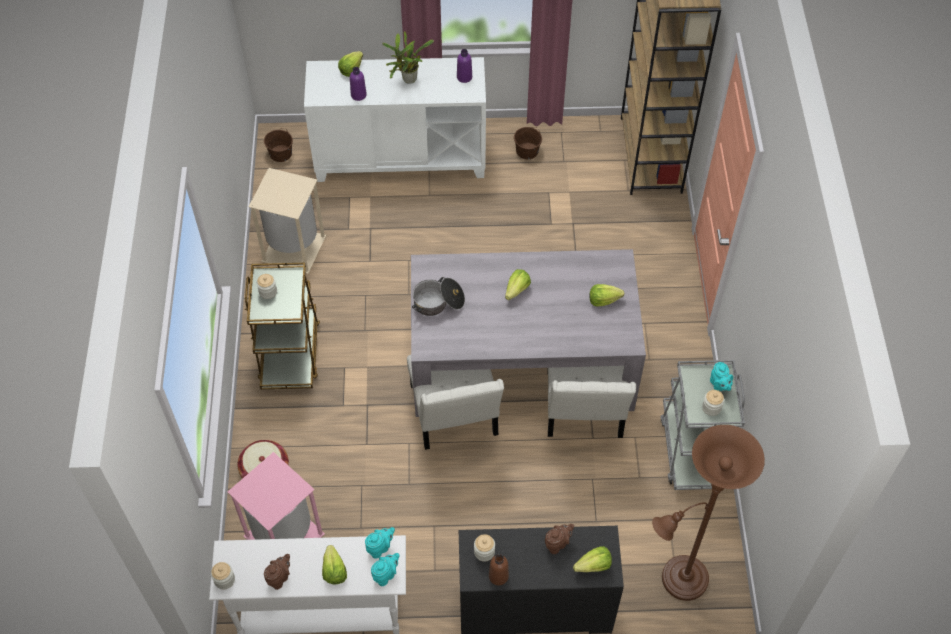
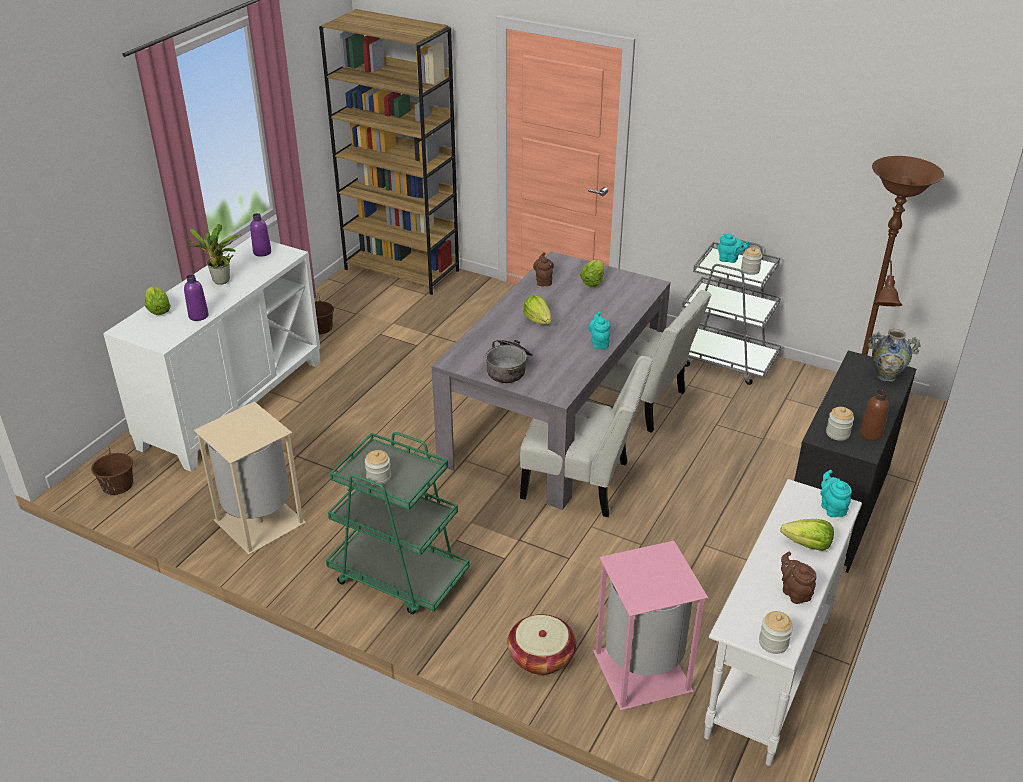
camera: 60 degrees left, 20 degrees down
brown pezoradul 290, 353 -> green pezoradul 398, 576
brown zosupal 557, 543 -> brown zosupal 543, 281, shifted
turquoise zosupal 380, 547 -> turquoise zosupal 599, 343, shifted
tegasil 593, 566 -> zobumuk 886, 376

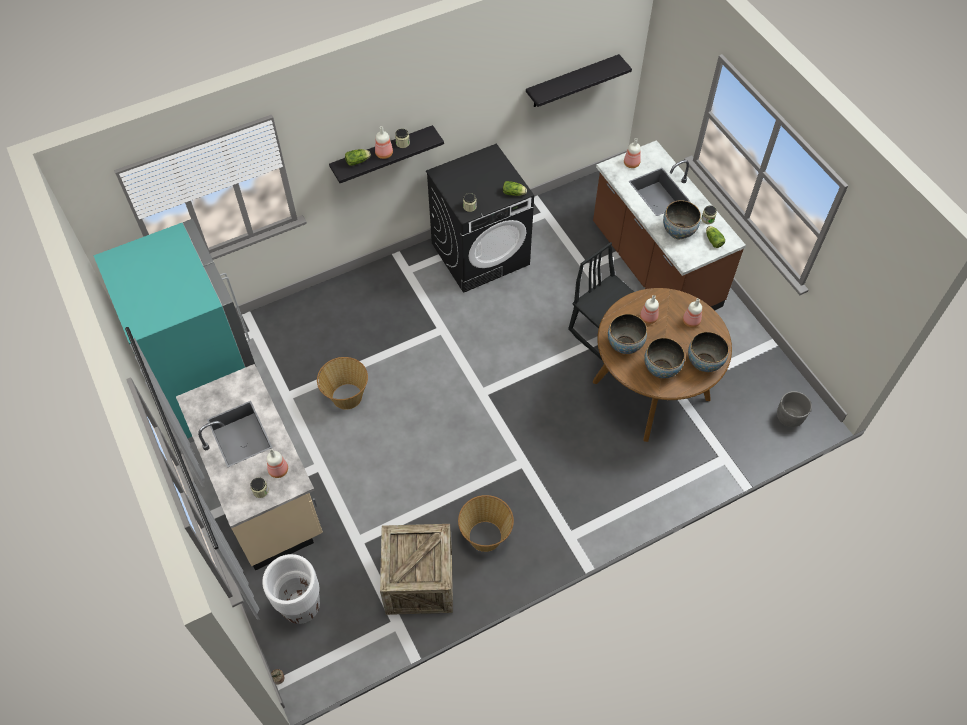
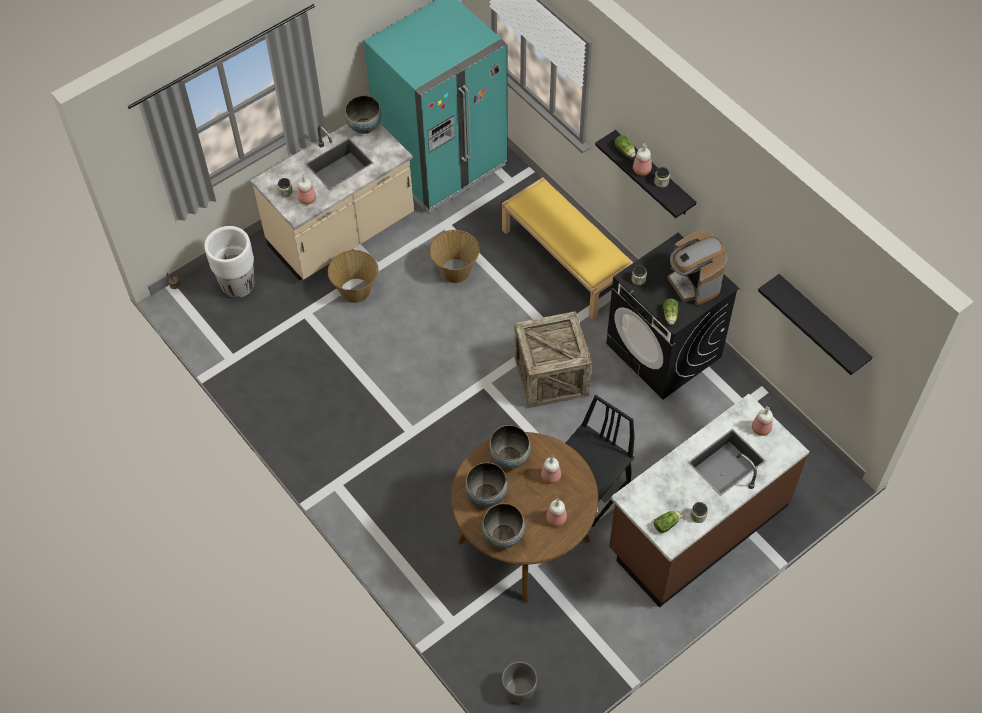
camera: 80 degrees right, 0 degrees up
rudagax 485, 535 -> rudagax 356, 290, shifted
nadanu 678, 232 -> nadanu 364, 127, shifted
none -> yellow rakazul 567, 261
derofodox 419, 581 -> derofodox 551, 376, shifted
none -> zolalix 693, 283

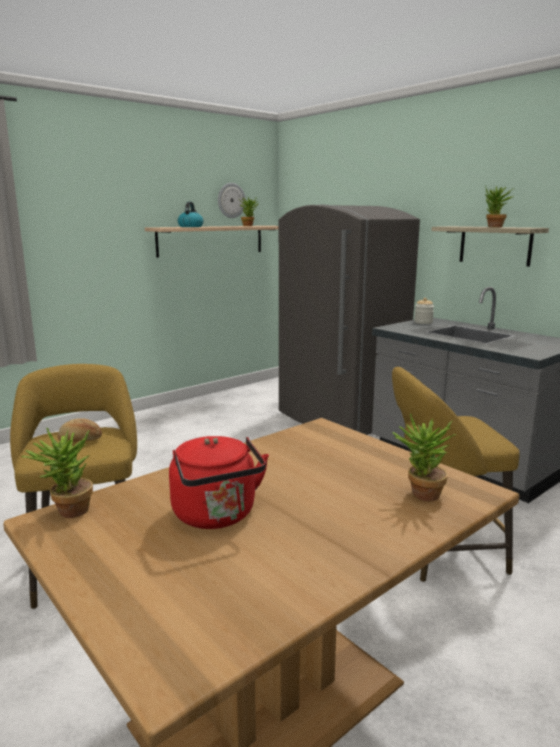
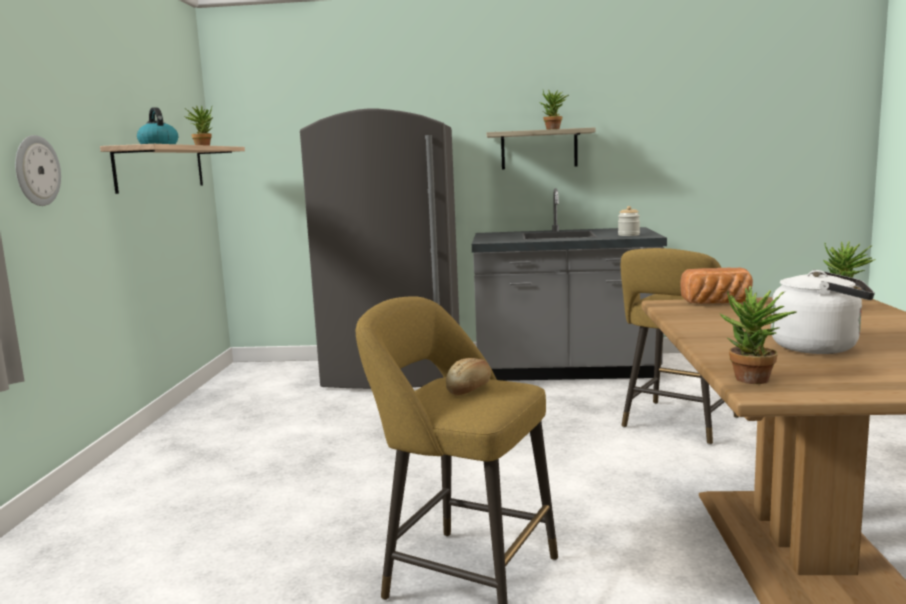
camera: 45 degrees left, 5 degrees down
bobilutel 231, 200 -> bobilutel 36, 171, shifted
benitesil 423, 322 -> benitesil 628, 235, shifted
none -> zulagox 717, 304
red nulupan 217, 516 -> white nulupan 820, 347

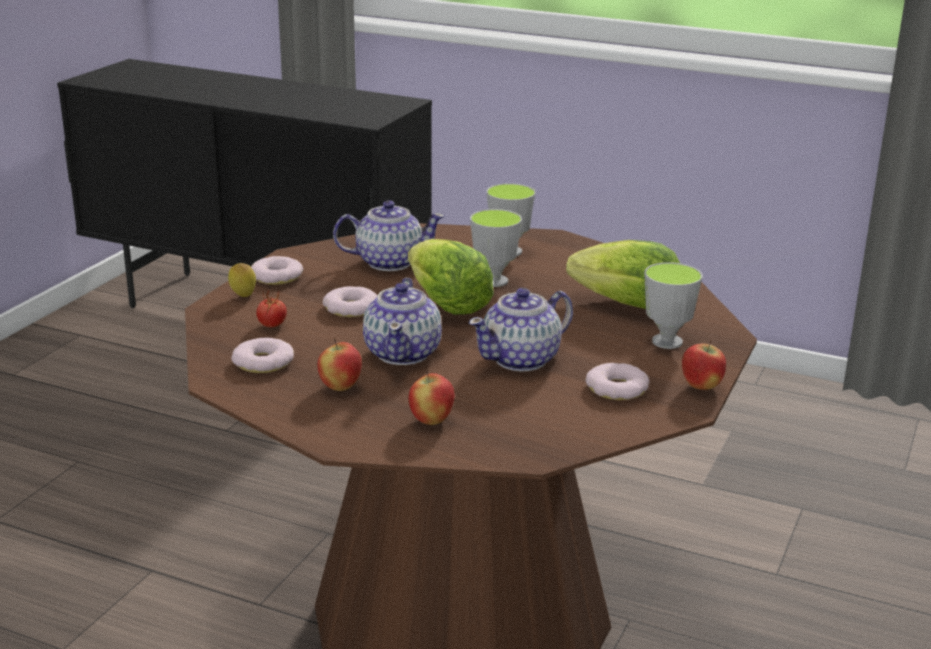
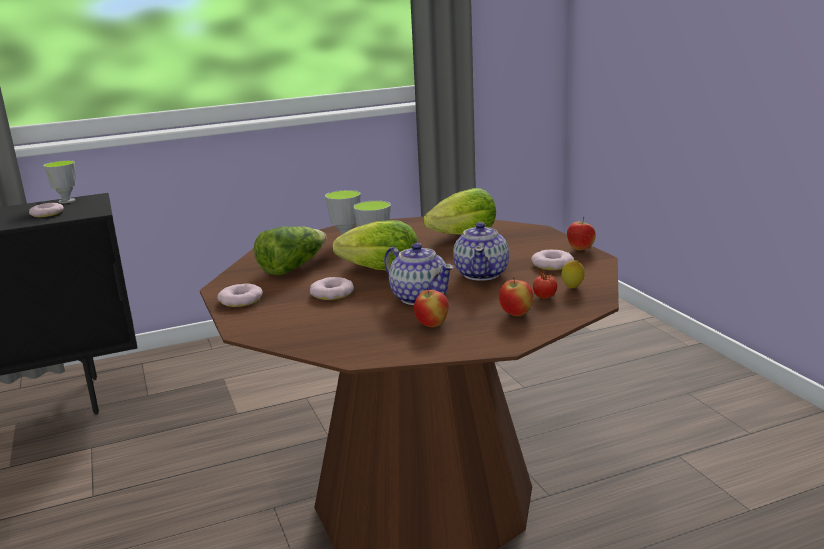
camera: 45 degrees left, 5 degrees down
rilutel 263, 362 -> rilutel 47, 214, shifted
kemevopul 667, 342 -> kemevopul 67, 201, shifted
zosupal 388, 262 -> tegasil 292, 268
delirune 272, 325 -> delirune 545, 297, shifted
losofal 243, 297 -> losofal 572, 288, shifted

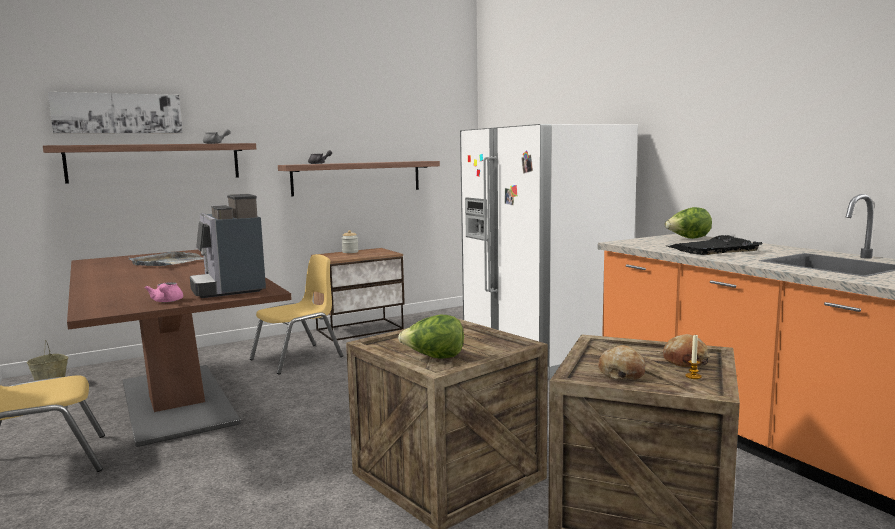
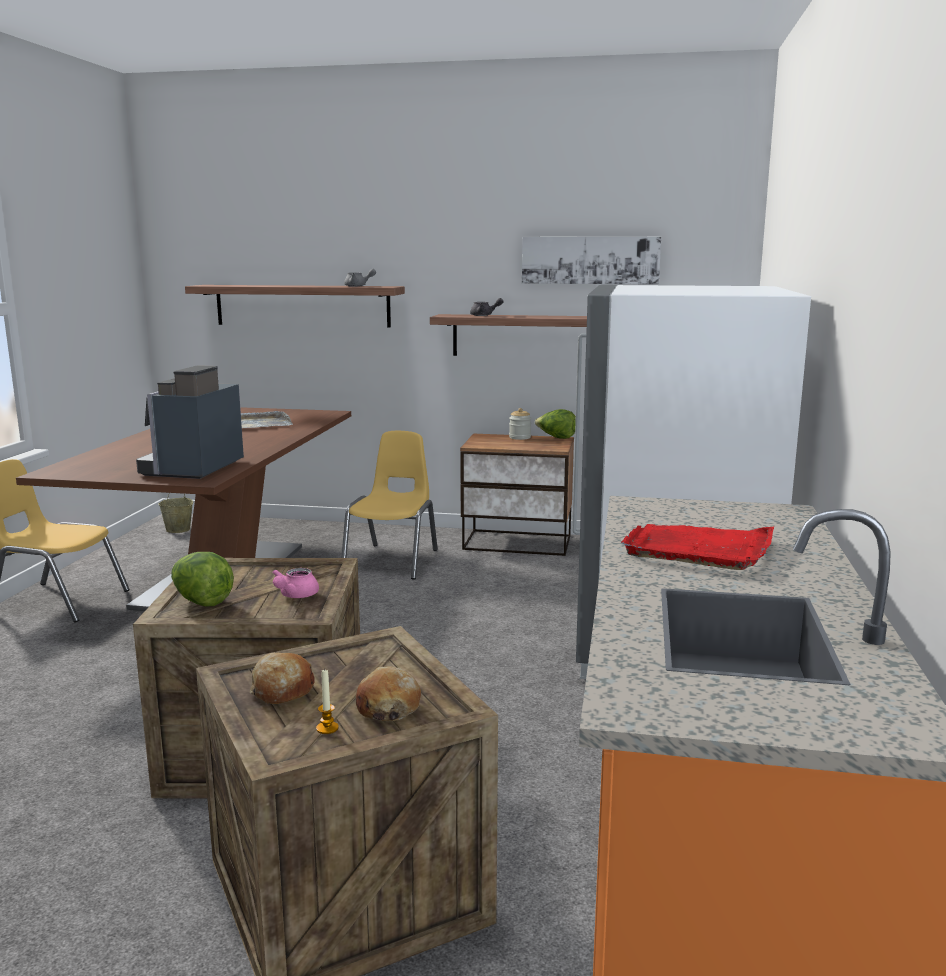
camera: 40 degrees right, 5 degrees up
pink zosupal 167, 301 -> pink zosupal 295, 595, shifted
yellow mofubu 298, 358 -> yellow mofubu 392, 561, 75 degrees counterclockwise
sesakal 118, 113 -> sesakal 590, 260, shifted
tegasil 688, 238 -> tegasil 556, 438, shifted
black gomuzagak 713, 249 -> red gomuzagak 699, 549

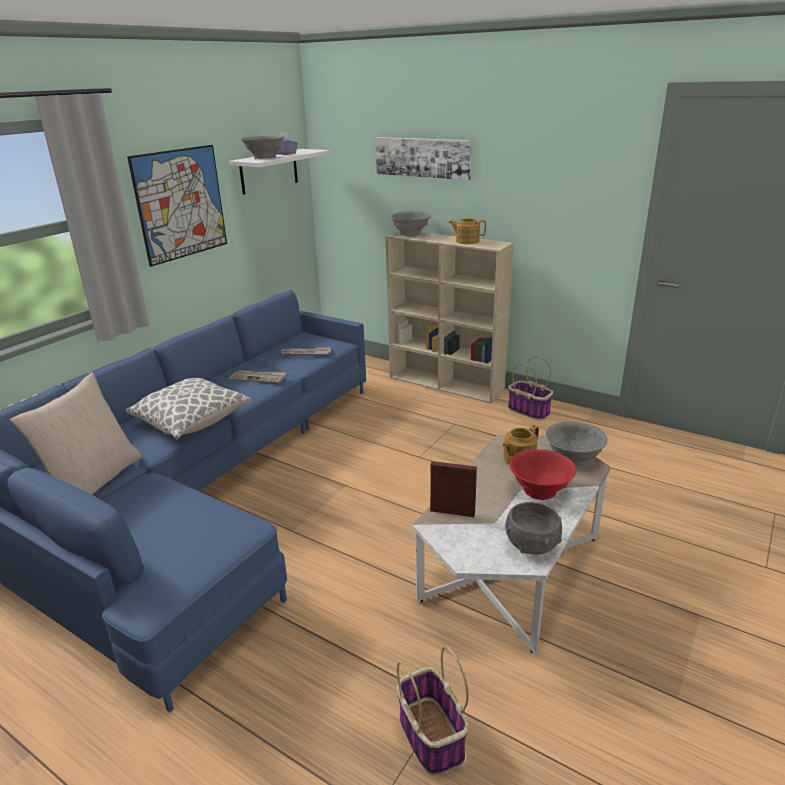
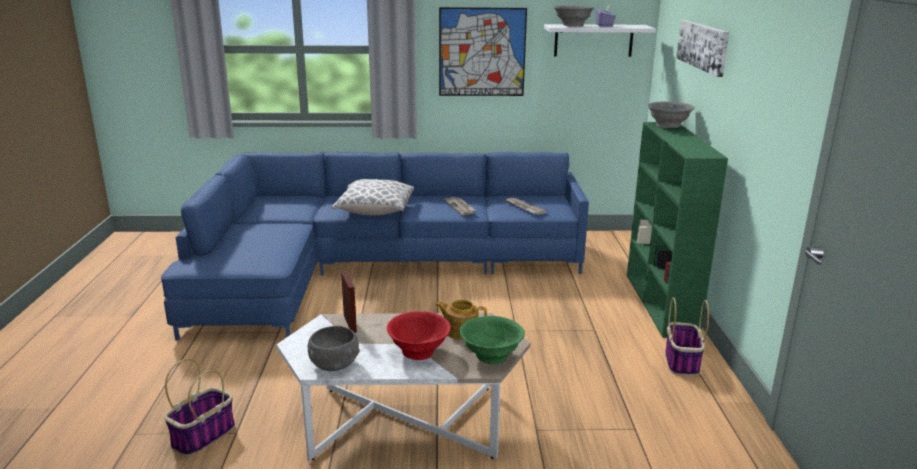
camera: 55 degrees right, 5 degrees down
grey nadanu 573, 459 -> green nadanu 491, 356
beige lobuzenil 446, 384 -> green lobuzenil 661, 304
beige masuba 94, 481 -> none
zosupal 467, 241 -> none

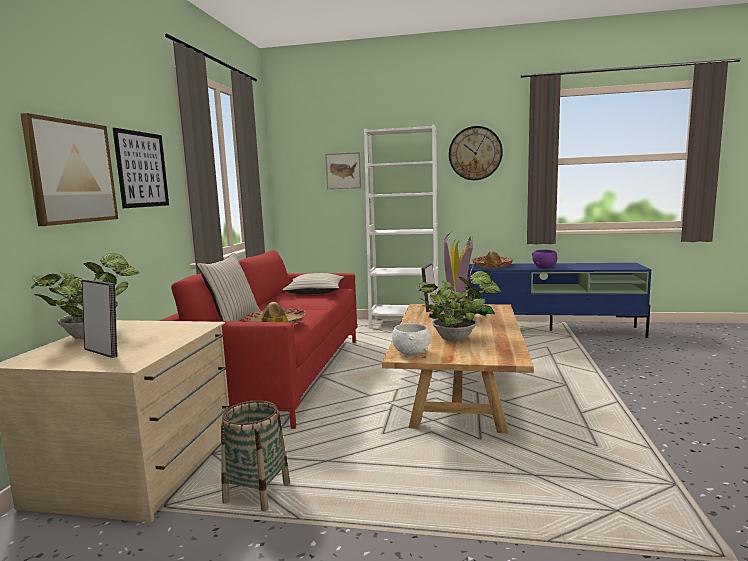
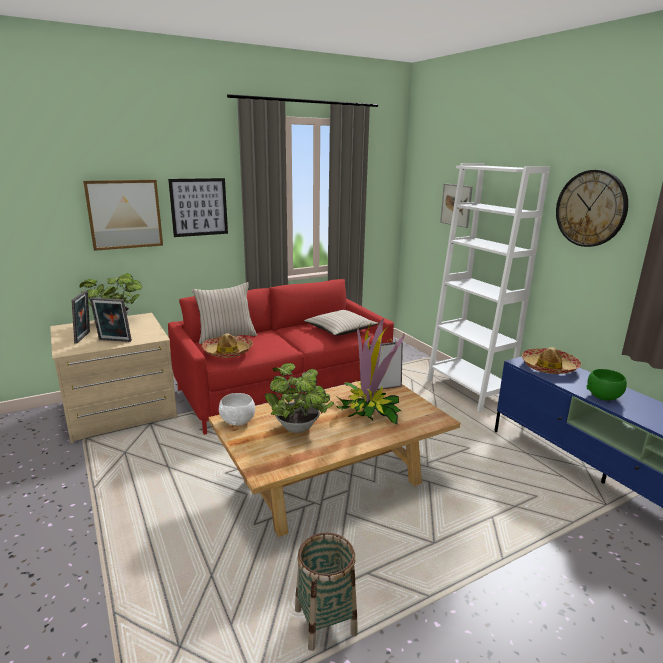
camera: 50 degrees right, 10 degrees up
none -> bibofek 114, 341
rudagax 257, 493 -> rudagax 325, 622, shifted
purple nadanu 545, 267 -> green nadanu 603, 397

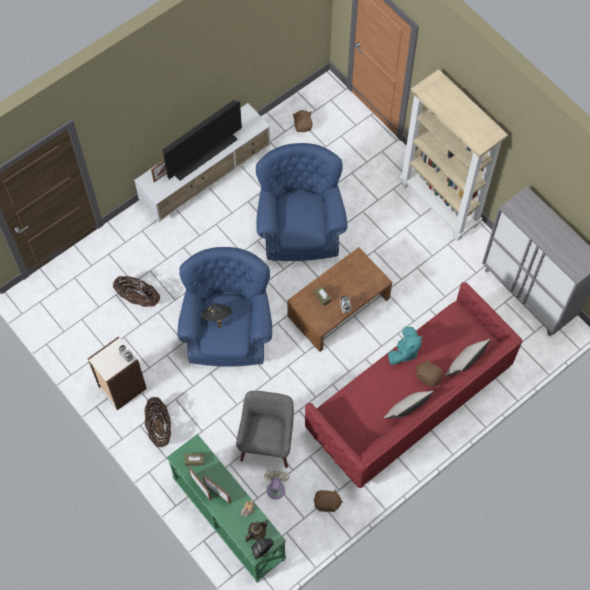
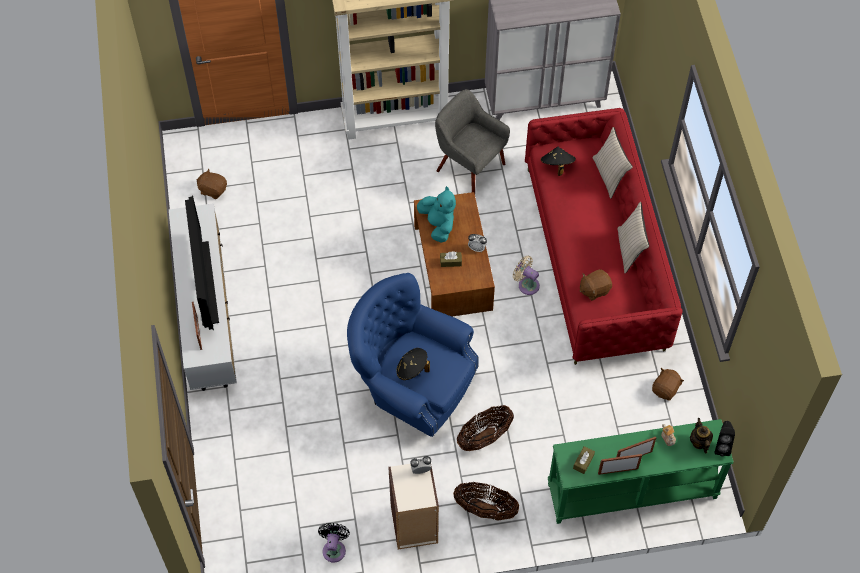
camera: 60 degrees left, 5 degrees down
none -> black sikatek 334, 548
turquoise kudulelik 404, 352 -> turquoise kudulelik 438, 224, shifted
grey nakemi 267, 442 -> grey nakemi 469, 167, shifted
rudagax 138, 298 -> rudagax 484, 437, shifted
beige sikatek 276, 488 -> beige sikatek 526, 284, shifted
none -> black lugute 557, 166
brown kudulelik 428, 376 -> brown kudulelik 594, 289, shifted
blue nakemi 300, 229 -> none

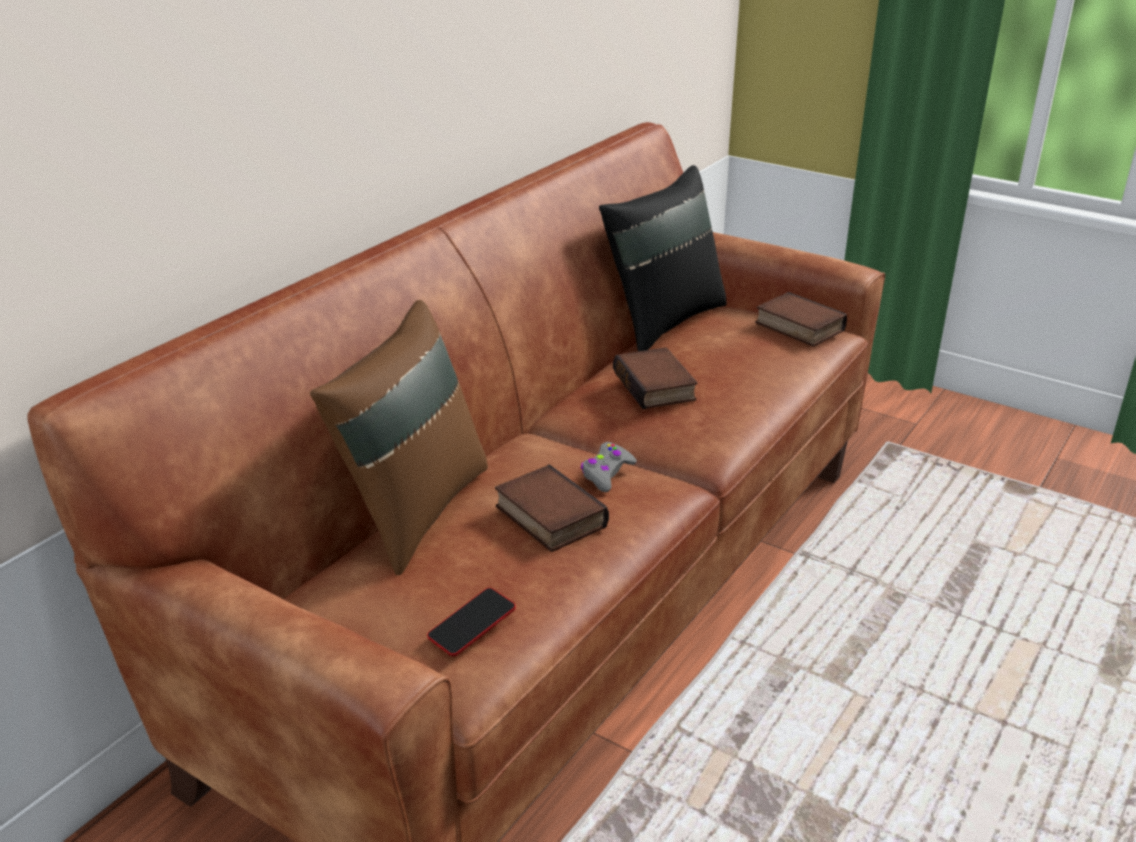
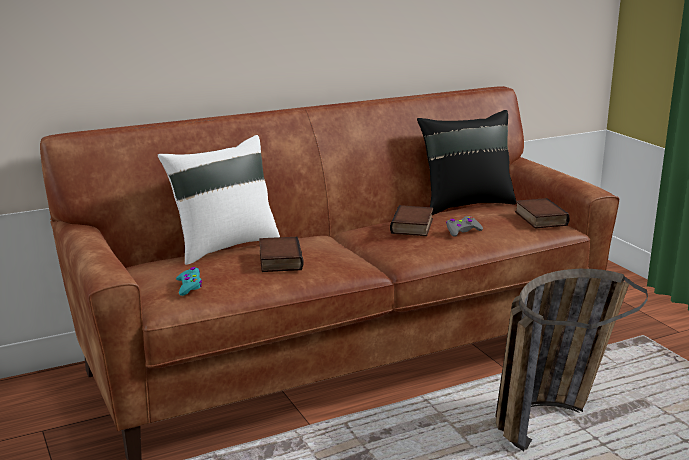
camera: 30 degrees right, 10 degrees down
brown masuba 413, 511 -> white masuba 224, 246
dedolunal 472, 627 -> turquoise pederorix 189, 286
grey pederorix 606, 473 -> grey pederorix 462, 231, shifted
none -> rudagax 553, 417

